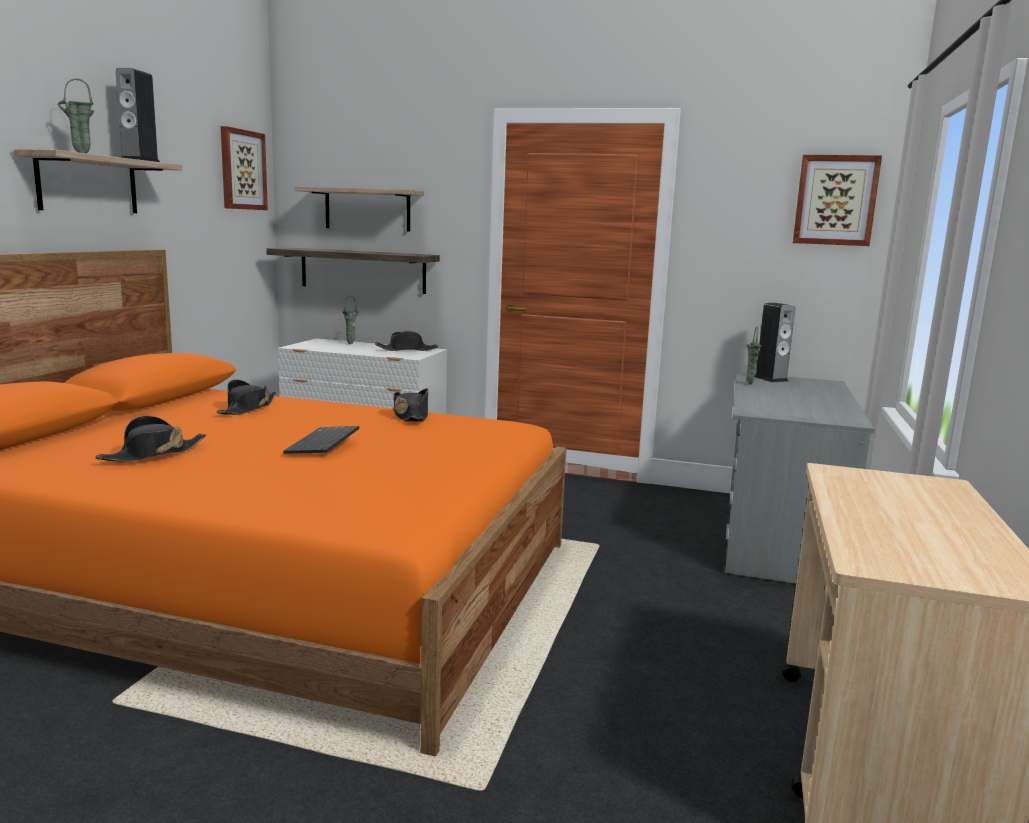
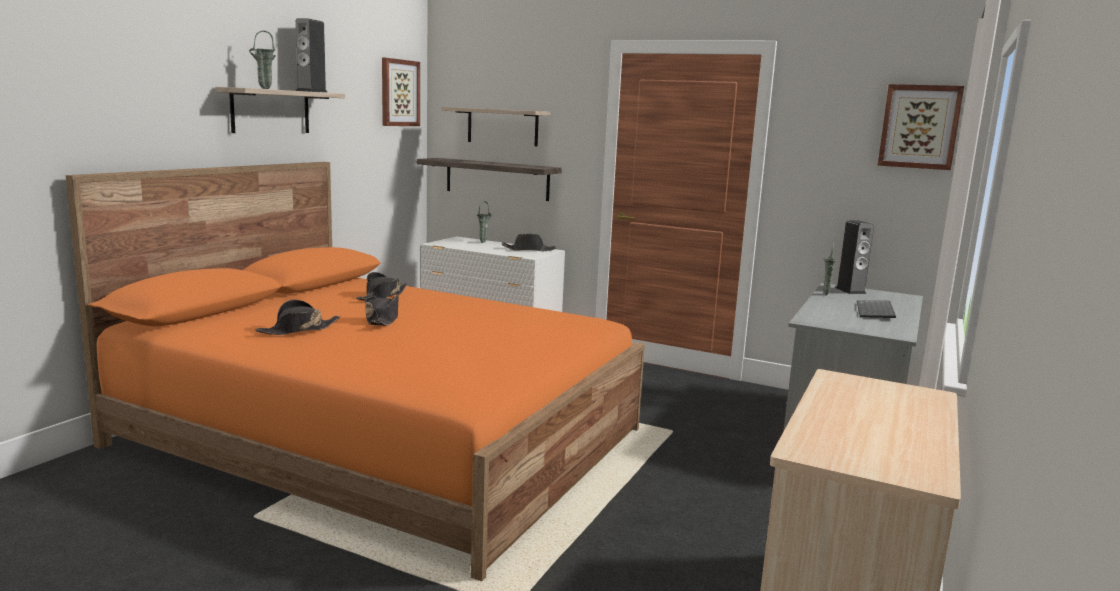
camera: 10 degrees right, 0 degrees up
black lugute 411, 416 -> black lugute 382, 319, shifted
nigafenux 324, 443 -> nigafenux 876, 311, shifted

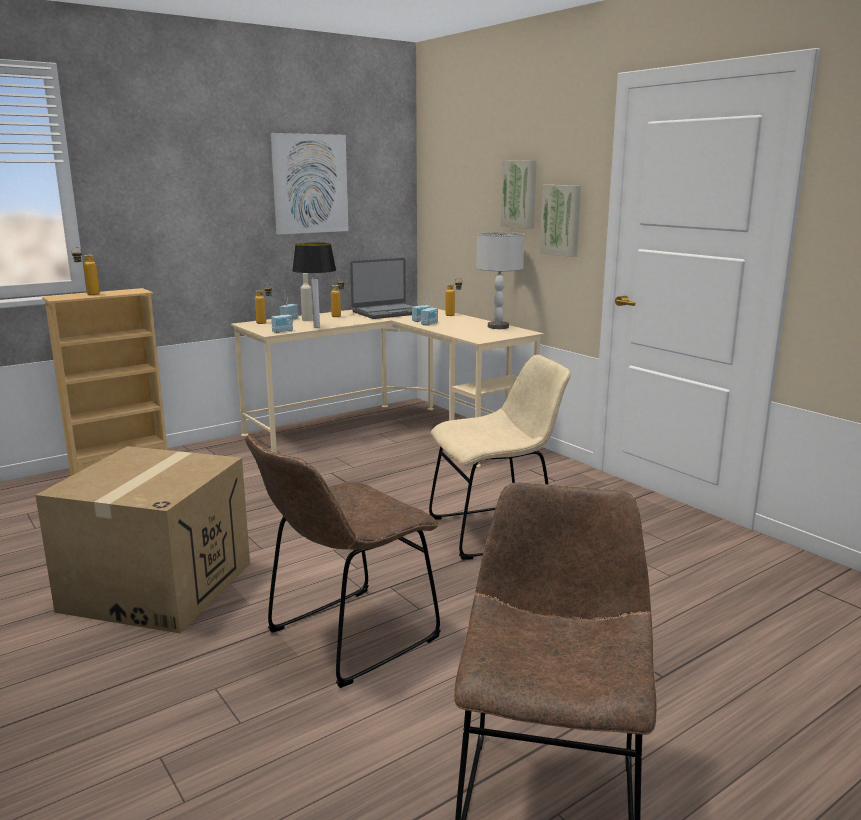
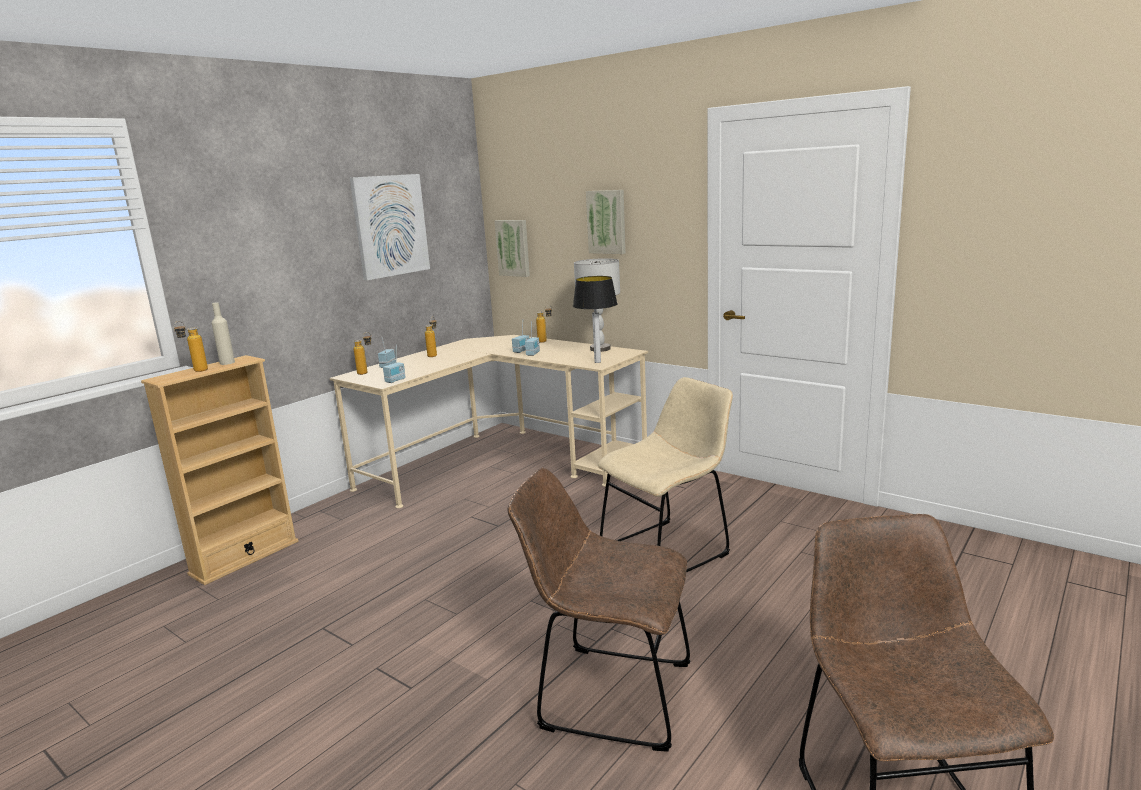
camera: 15 degrees left, 0 degrees up
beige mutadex 307, 320 -> beige mutadex 227, 363, shifted
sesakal 562, 220 -> sesakal 514, 247, shifted
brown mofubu 346, 638 -> brown mofubu 608, 694, 75 degrees clockwise
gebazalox 317, 327 -> gebazalox 598, 362, shifted
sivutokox 157, 586 -> none
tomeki 389, 312 -> none

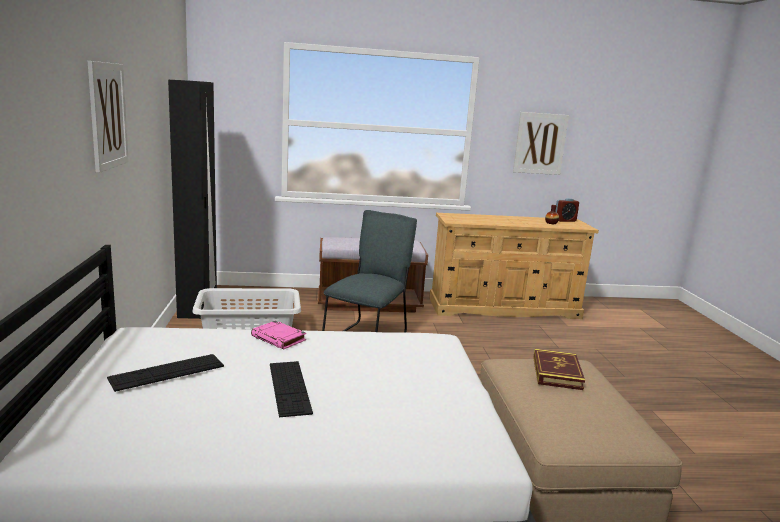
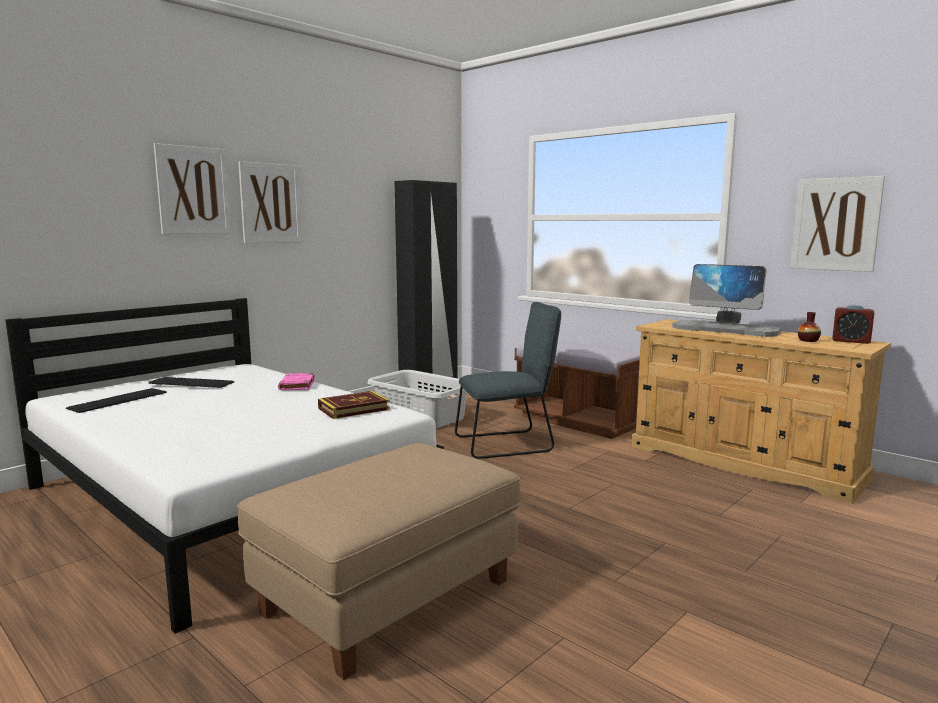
camera: 50 degrees right, 5 degrees down
nigafenux 289, 387 -> nigafenux 118, 400, shifted
none -> sesakal 193, 190
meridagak 557, 373 -> meridagak 353, 409, shifted
none -> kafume 726, 329

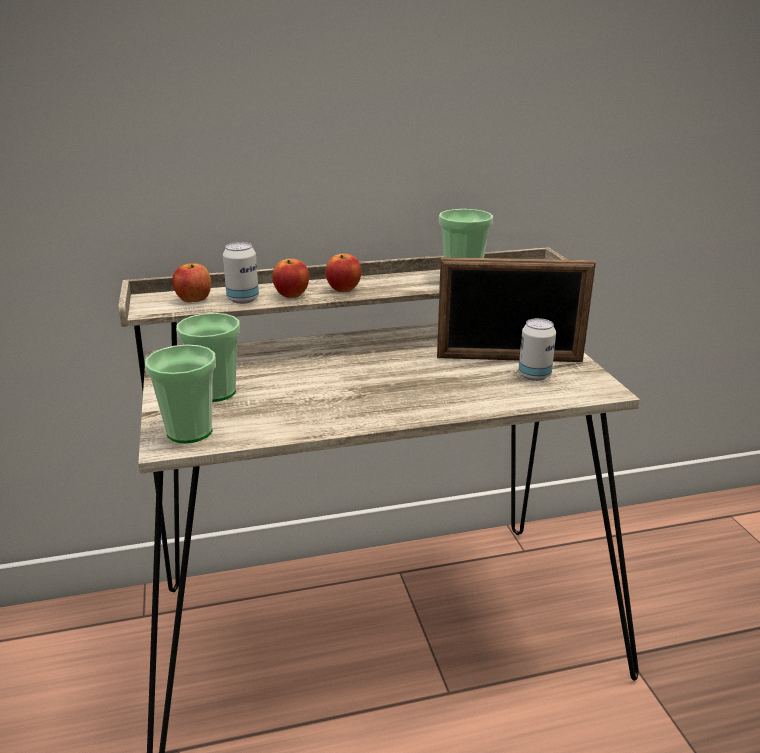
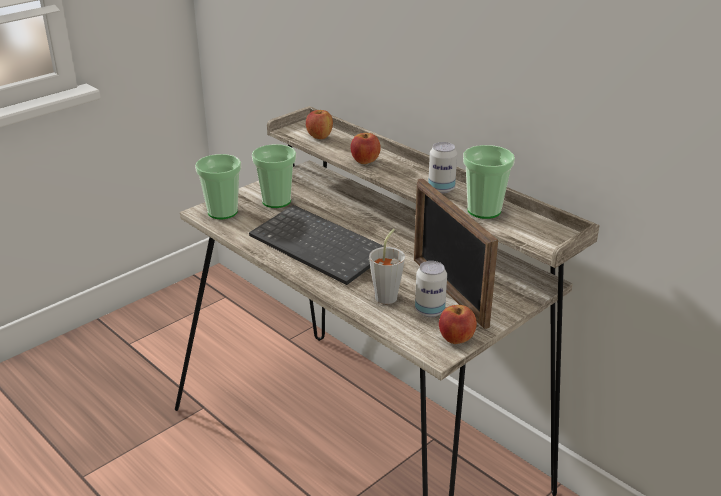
camera: 60 degrees right, 5 degrees up
none -> nigafenux 321, 246
none -> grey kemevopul 388, 295
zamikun 243, 299 -> zamikun 441, 189, shifted
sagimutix 344, 289 -> sagimutix 456, 339, shifted

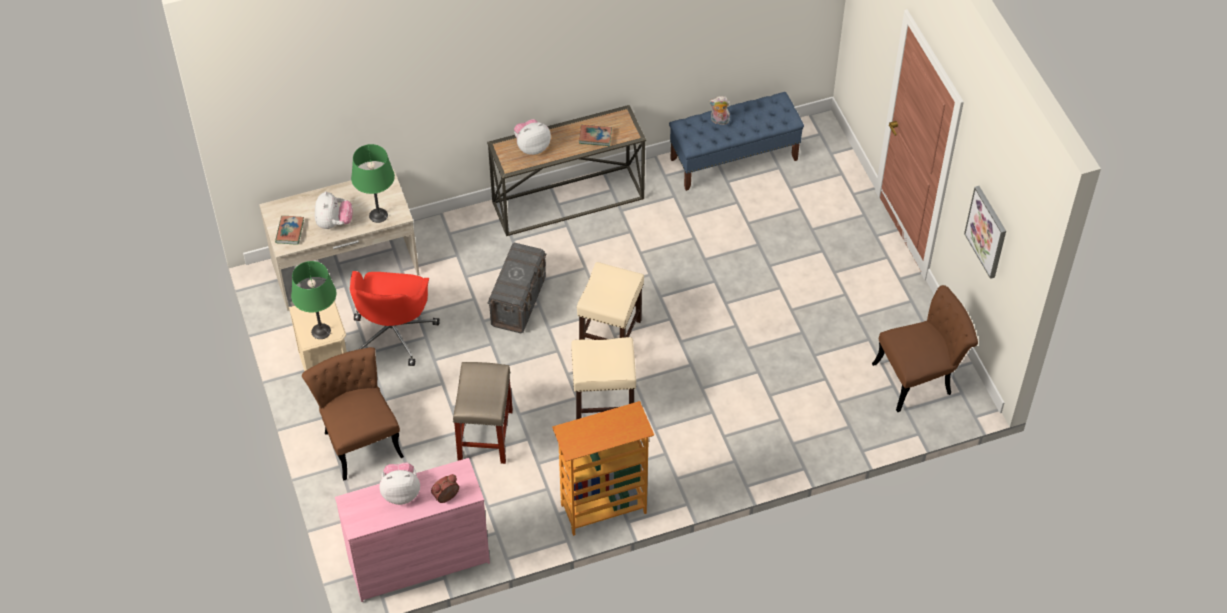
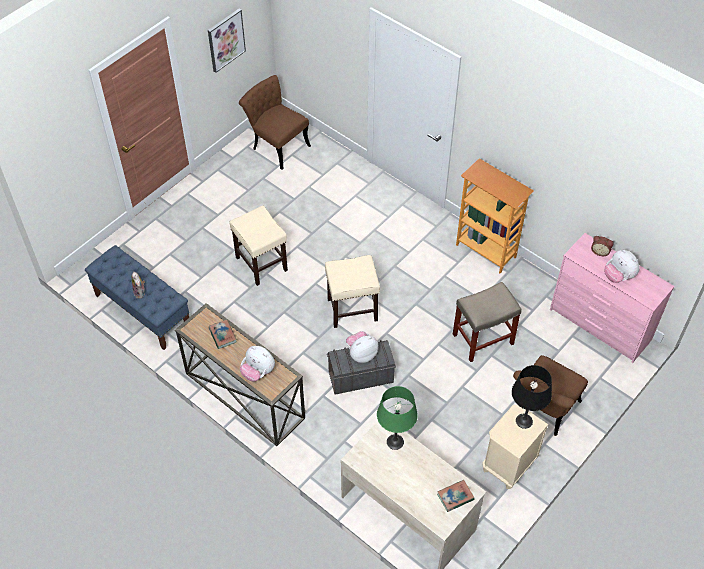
camera: 120 degrees left, 0 degrees up
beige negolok 603, 404 -> beige negolok 262, 264, shifted
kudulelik 334, 223 -> kudulelik 361, 354, shifted
green gebazalox 321, 331 -> black gebazalox 524, 421
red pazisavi 394, 332 -> none

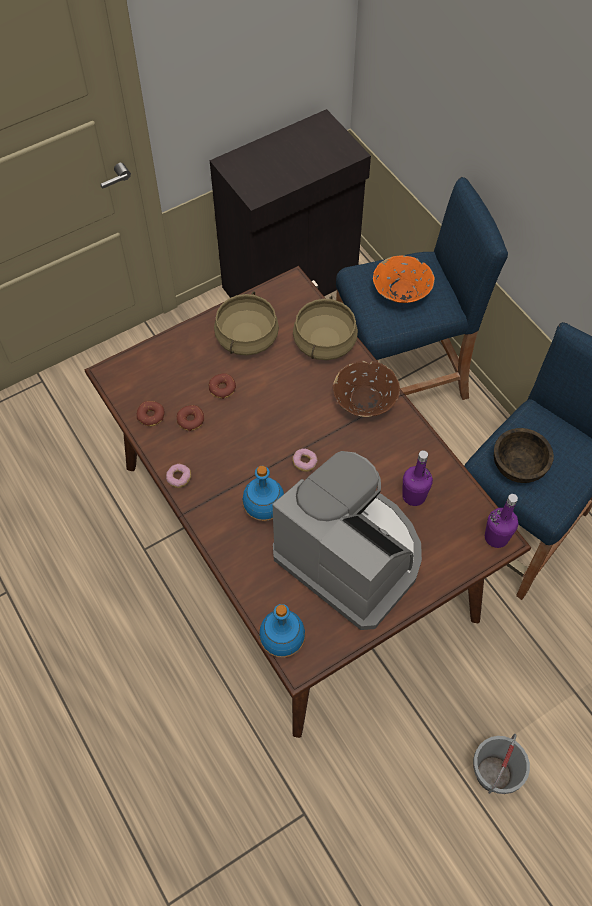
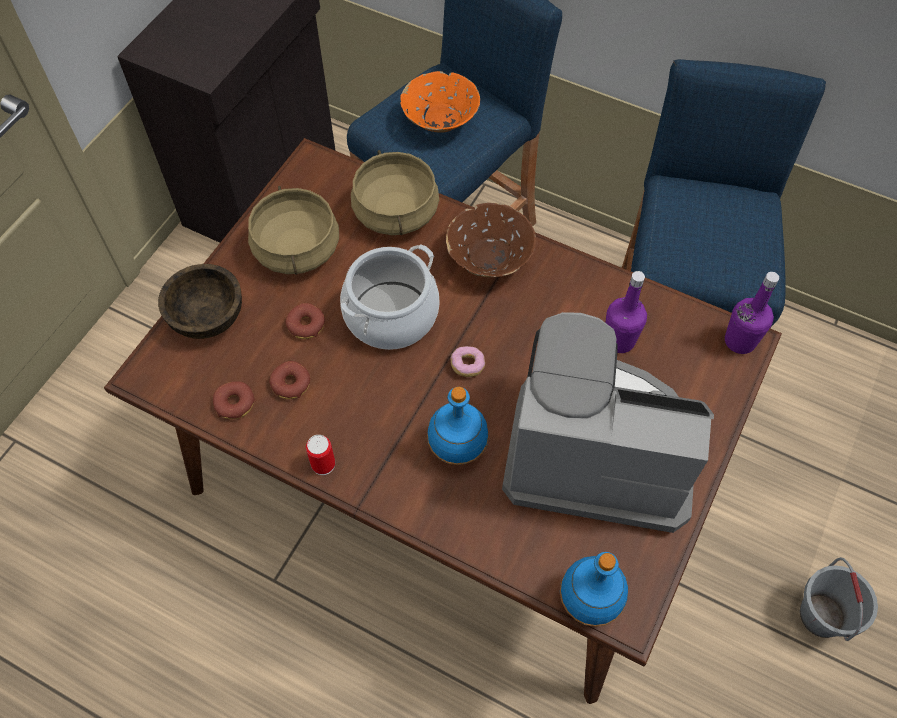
camera: 30 degrees left, 0 degrees up
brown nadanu 518, 466 -> brown nadanu 208, 317, shifted
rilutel 179, 478 -> zamikun 323, 464
none -> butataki 391, 315

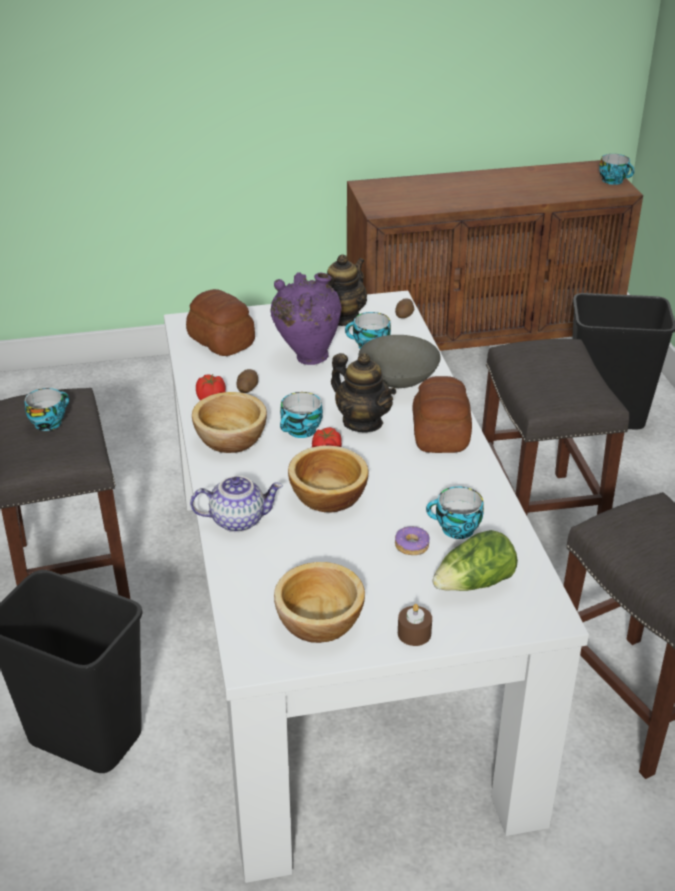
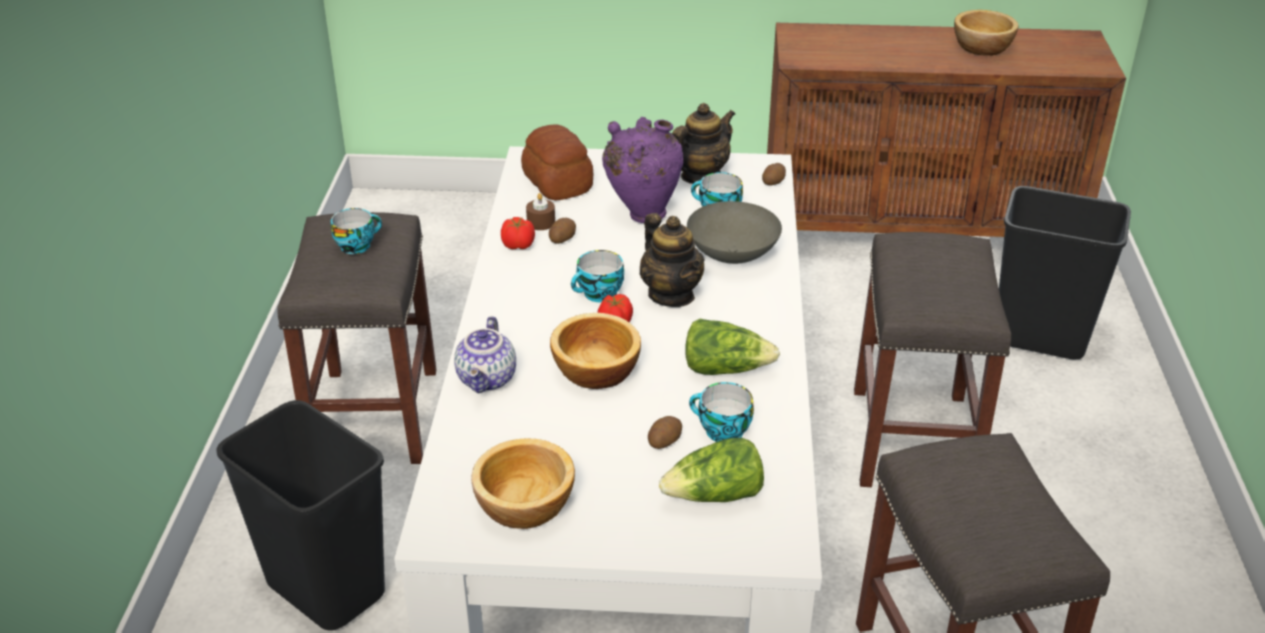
camera: 15 degrees right, 0 degrees up
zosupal 238, 519 -> zosupal 488, 380, 90 degrees clockwise
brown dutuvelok 414, 633 -> brown dutuvelok 541, 222, shifted
rilutel 412, 545 -> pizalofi 664, 441
none -> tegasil 725, 368
nadanu 232, 439 -> nadanu 983, 47, shifted
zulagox 439, 434 -> none
kemevopul 614, 181 -> none

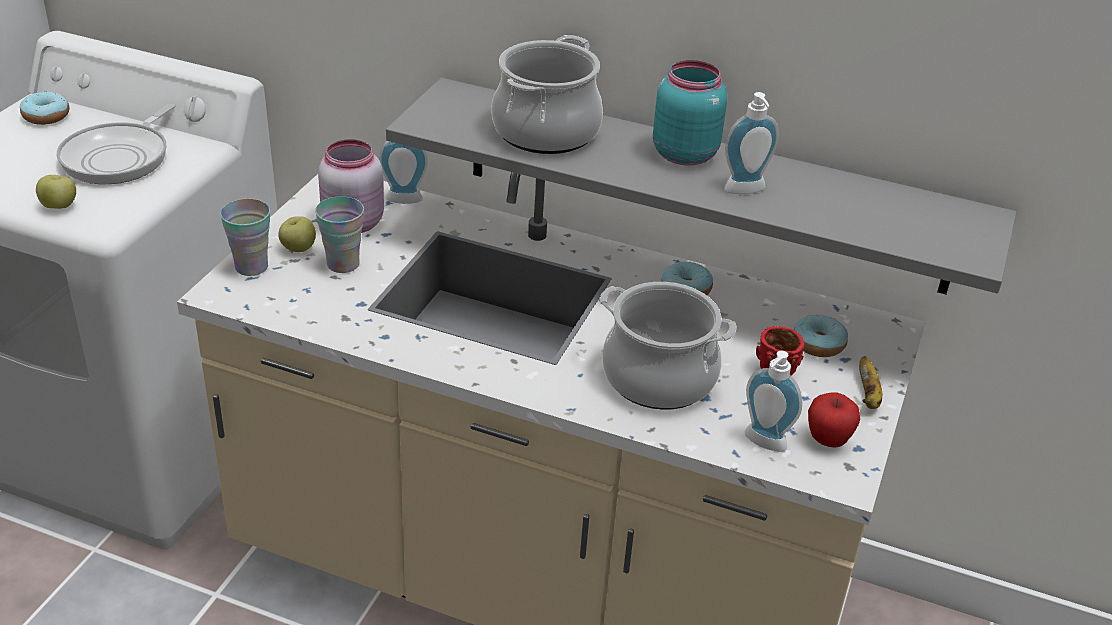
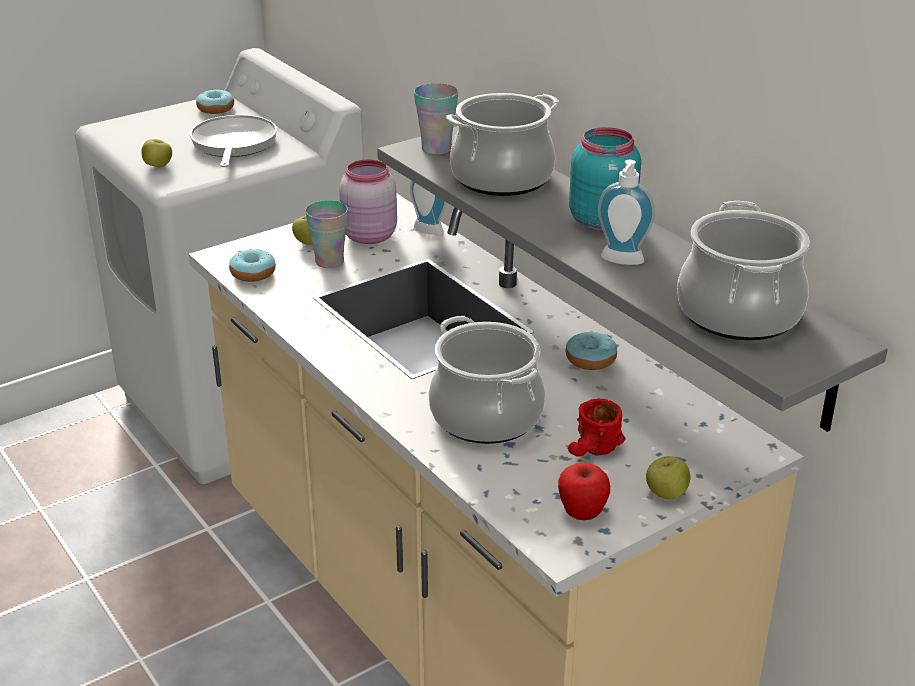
camera: 35 degrees right, 5 degrees down
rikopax 120, 157 -> rikopax 233, 145, 120 degrees clockwise
rilutel 818, 344 -> rilutel 253, 273, shifted
kemevopul 251, 267 -> kemevopul 436, 149, shifted
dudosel 868, 395 -> sagimutix 666, 494
none -> butataki 738, 313
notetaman 762, 444 -> none

